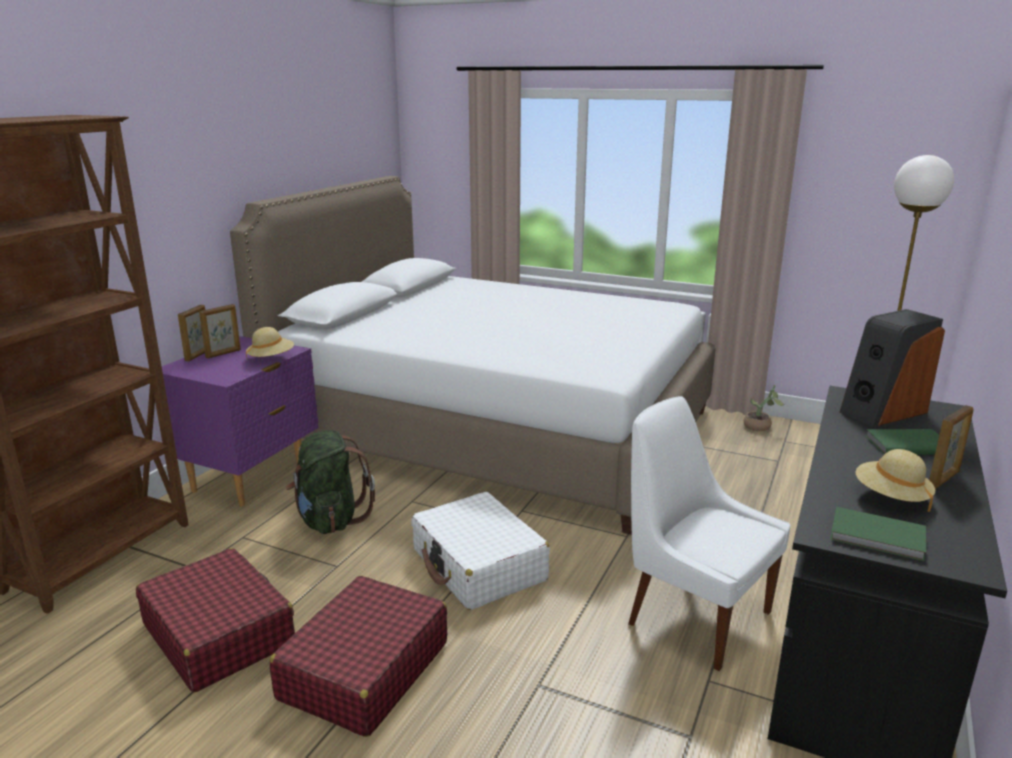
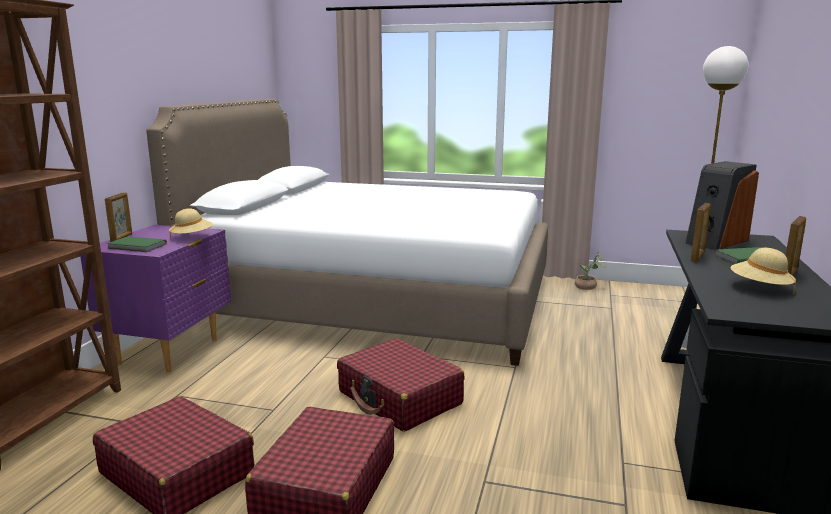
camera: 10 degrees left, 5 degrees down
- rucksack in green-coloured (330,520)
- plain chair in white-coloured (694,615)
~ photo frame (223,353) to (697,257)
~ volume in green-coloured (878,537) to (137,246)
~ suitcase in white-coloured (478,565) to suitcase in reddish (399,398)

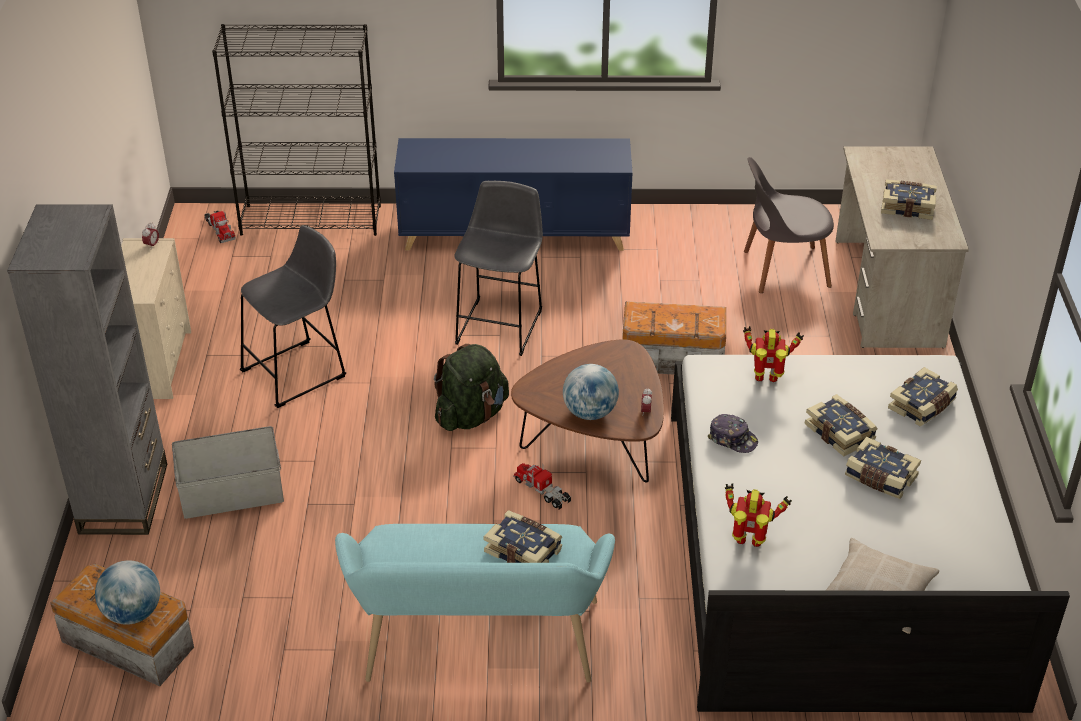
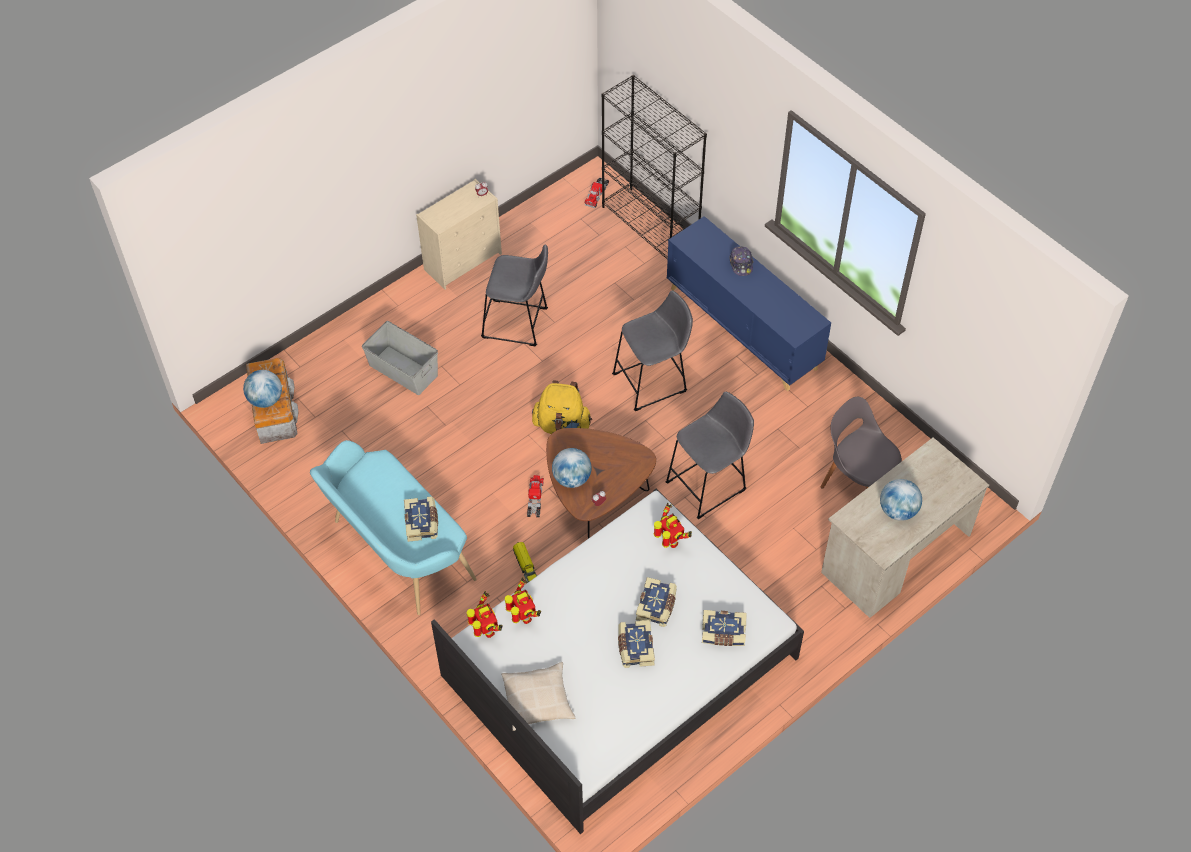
camera: 50 degrees right, 15 degrees up
- shelving unit in gray (124,498)
+ toy robot (486,631)
+ model truck (525,565)
~ baseball cap (732,439) to (741,264)
~ storage box (673,358) to sitting stool in gray (709,484)
~ volume (907,206) to desk globe (898,511)
~ rucksack in green-coloured (471,415) to rucksack in yellow-coloured (562,425)

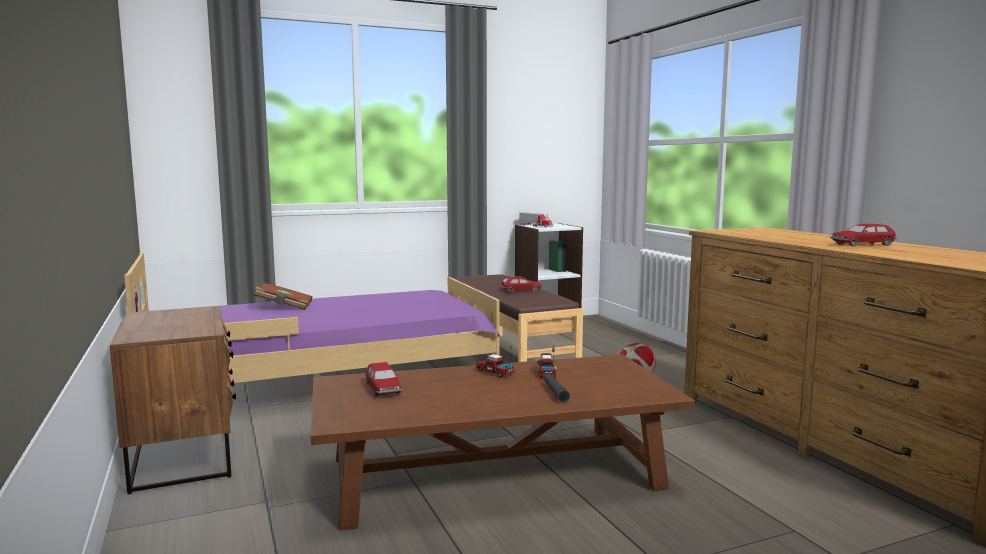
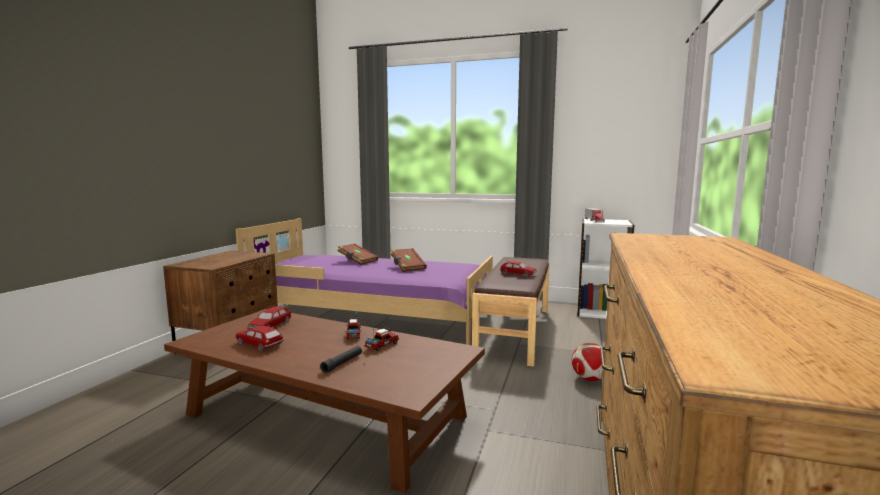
camera: 40 degrees right, 0 degrees up
+ volume in brown (407,267)
~ toy car (862,244) to (259,344)

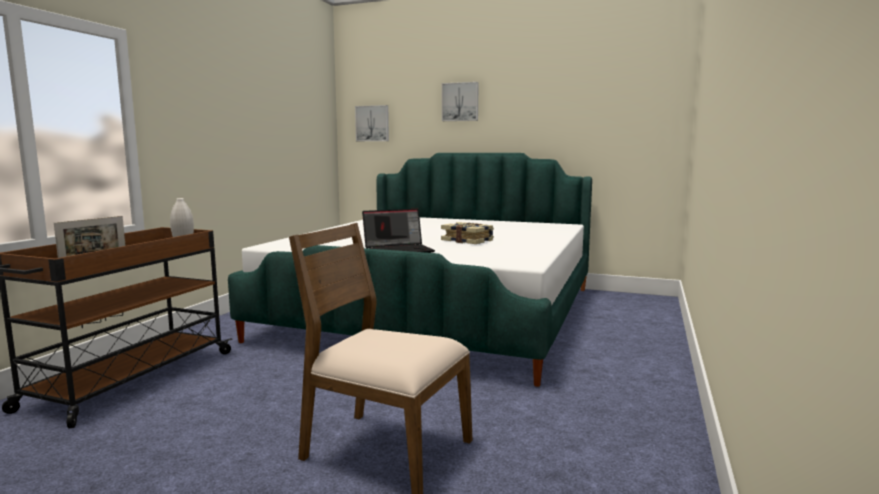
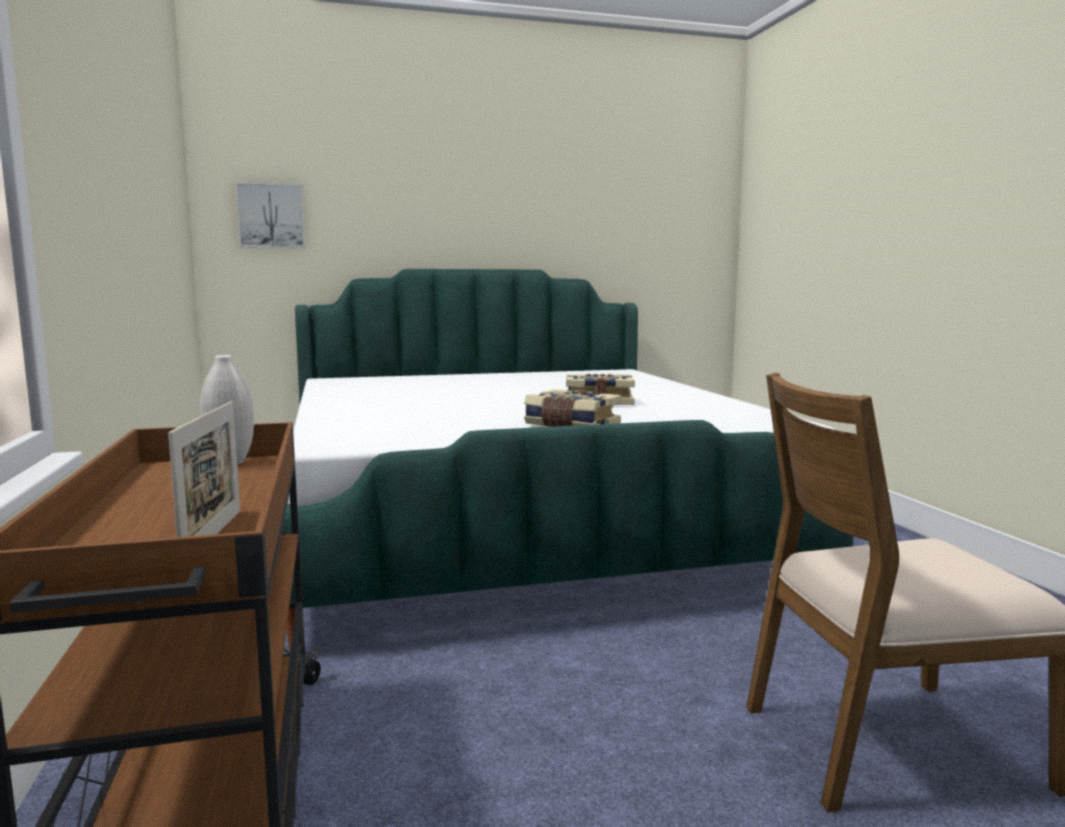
camera: 35 degrees left, 0 degrees up
- picture (460,102)
~ laptop (399,250) to volume (571,425)

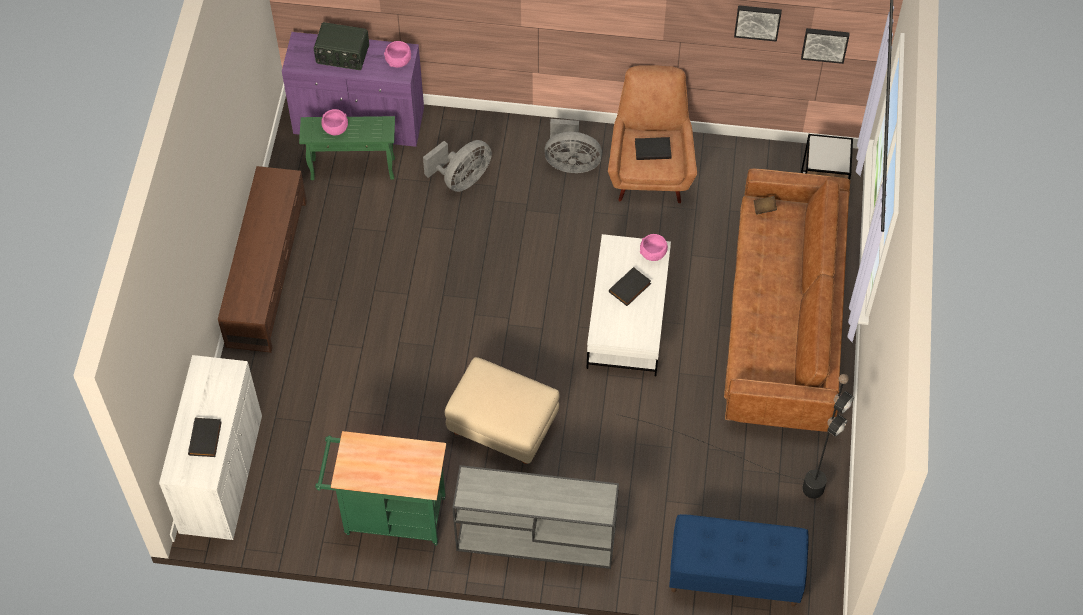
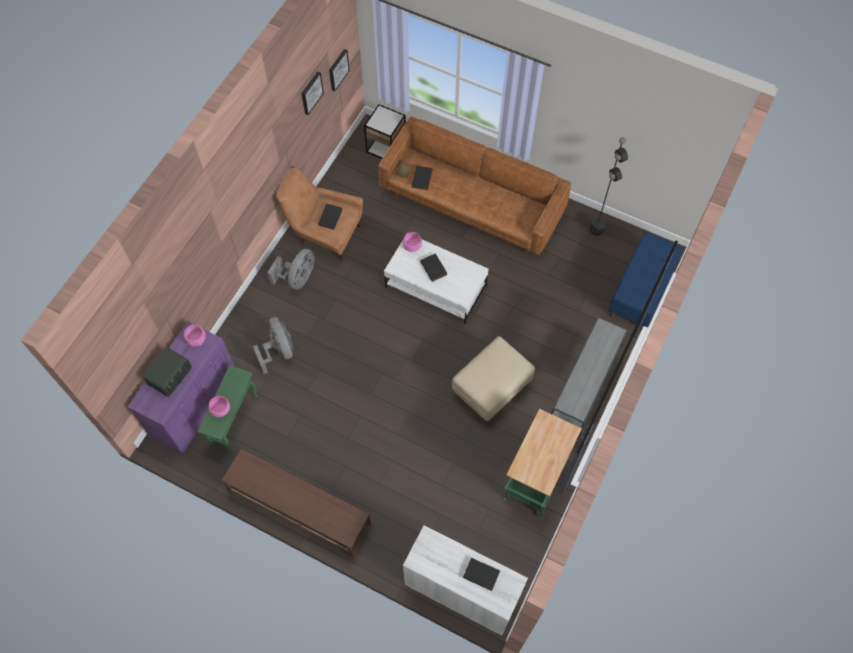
camera: 70 degrees left, 5 degrees up
+ volume in blackish (421,178)

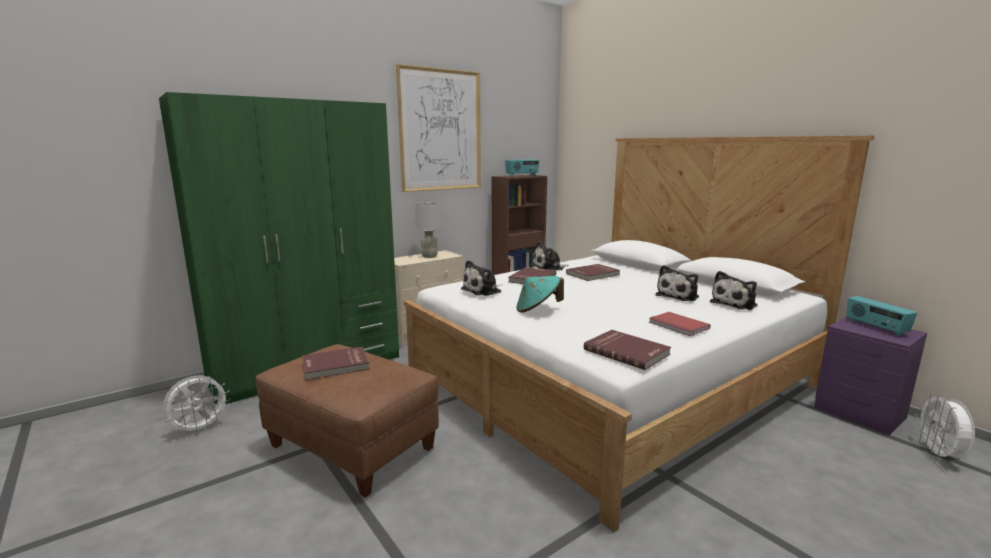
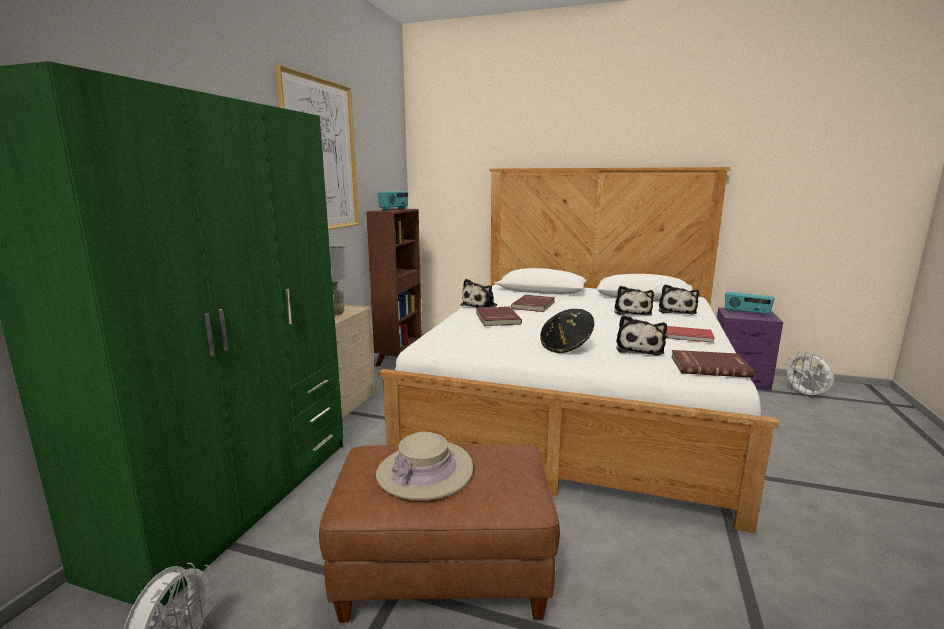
camera: 35 degrees left, 0 degrees up
~ plush toy (483,291) to (639,349)
~ volume in reddish (335,366) to wearable hat in beige-coloured (425,472)
~ wearable hat in blue-green (538,309) to wearable hat in blackish (566,347)

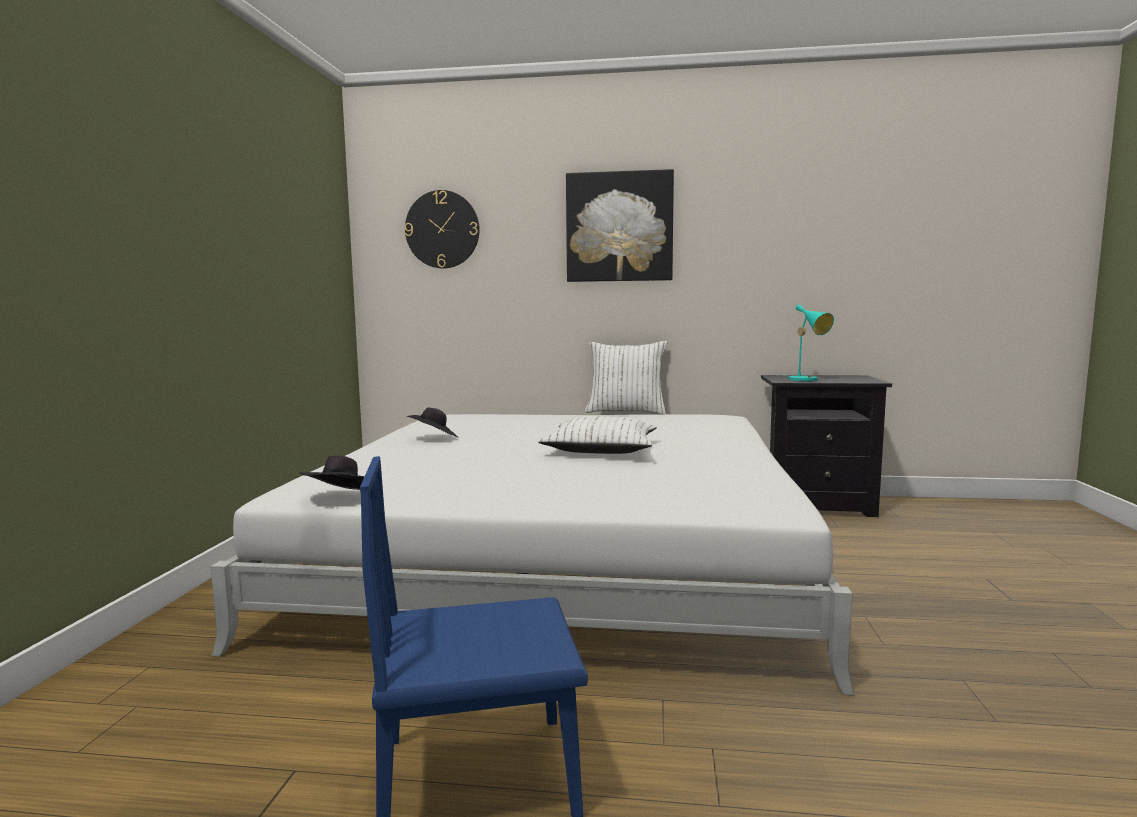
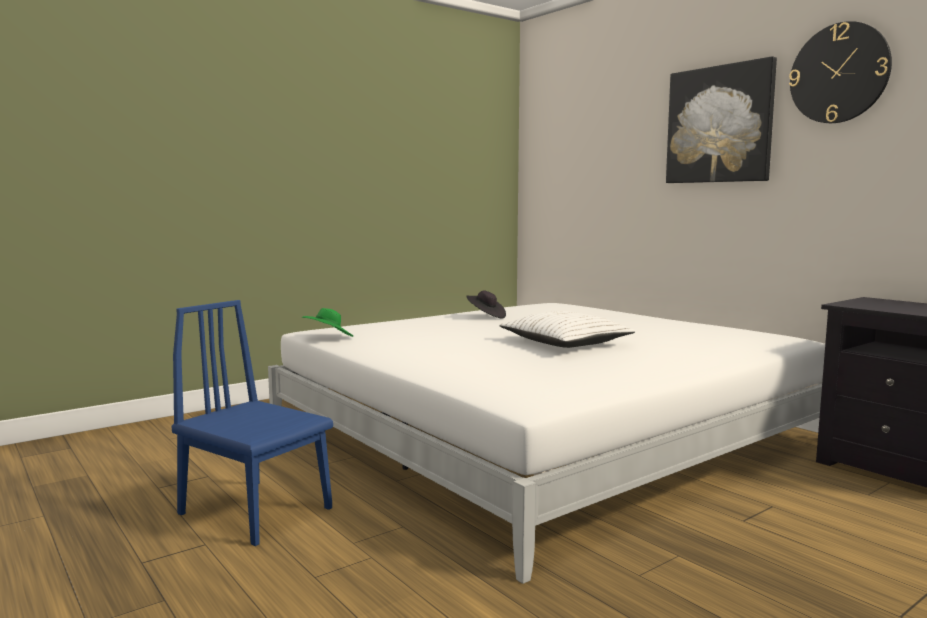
camera: 45 degrees right, 0 degrees up
- cushion in white-coloured (626,412)
- table lamp in blue-green (807,380)
~ wall clock (442,229) to (839,73)
~ wearable hat in blackish (341,498) to wearable hat in green-coloured (328,338)

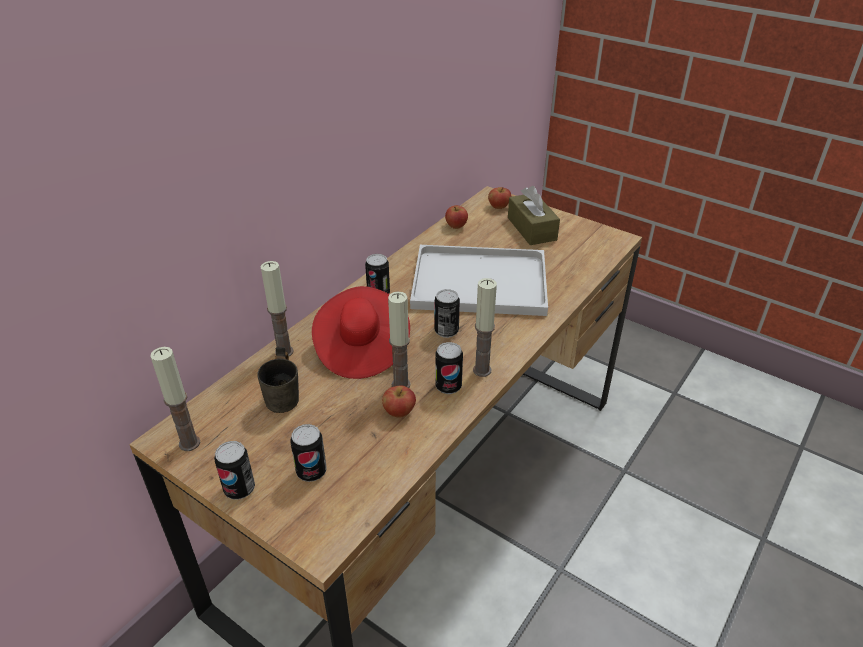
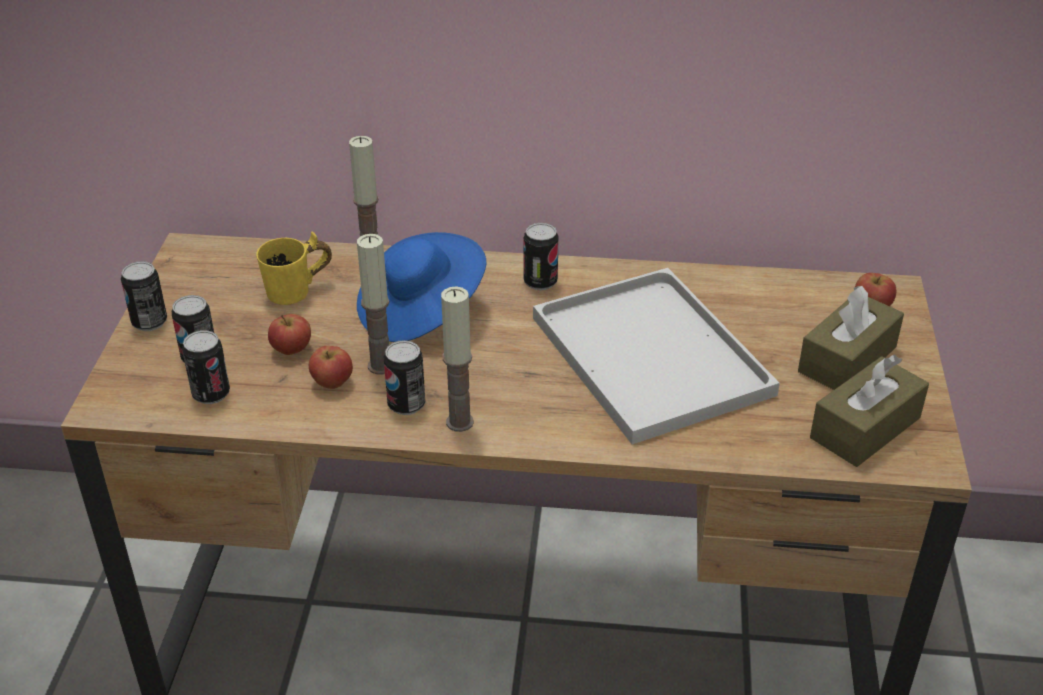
camera: 60 degrees right, 0 degrees up
- candle (189,443)
+ tissue holder in brown (865,428)
~ metal can (446,331) to (211,394)
~ whole apple (456,226) to (292,350)
~ coffee mug in gray (287,397) to coffee mug in yellow-coloured (299,294)
~ wearable hat in reddish (361,349) to wearable hat in blue (420,312)

